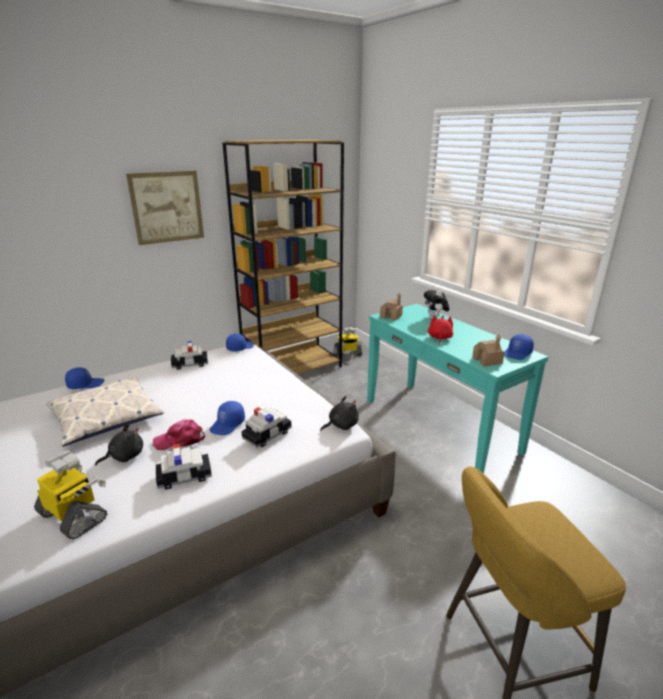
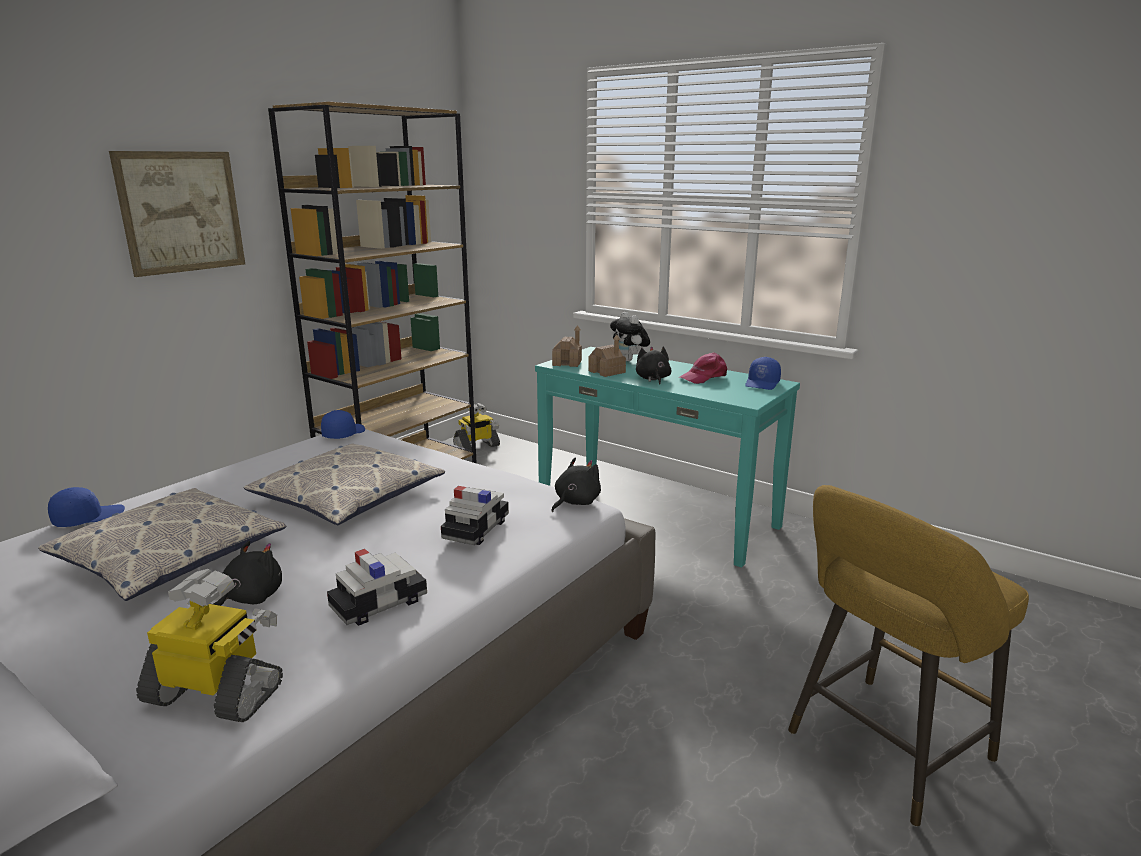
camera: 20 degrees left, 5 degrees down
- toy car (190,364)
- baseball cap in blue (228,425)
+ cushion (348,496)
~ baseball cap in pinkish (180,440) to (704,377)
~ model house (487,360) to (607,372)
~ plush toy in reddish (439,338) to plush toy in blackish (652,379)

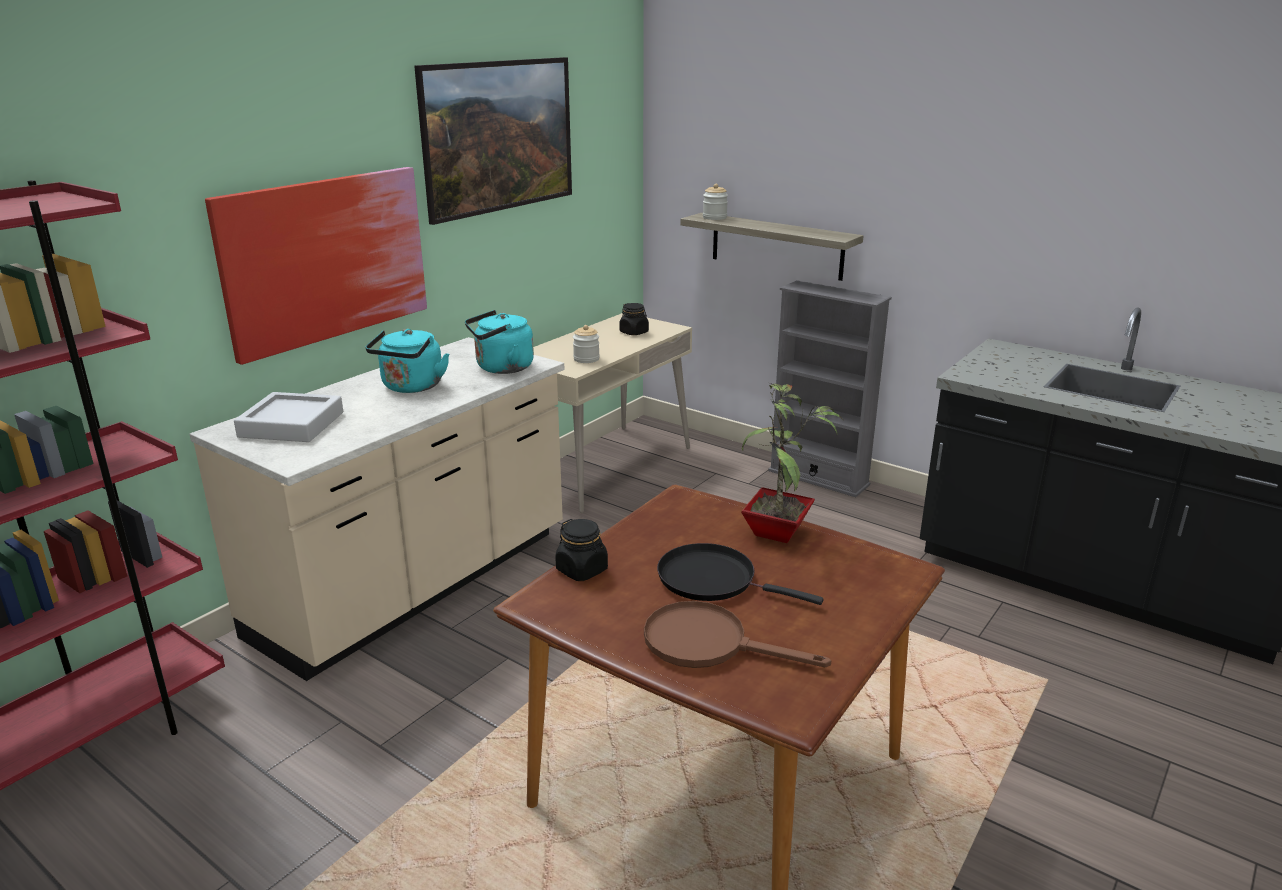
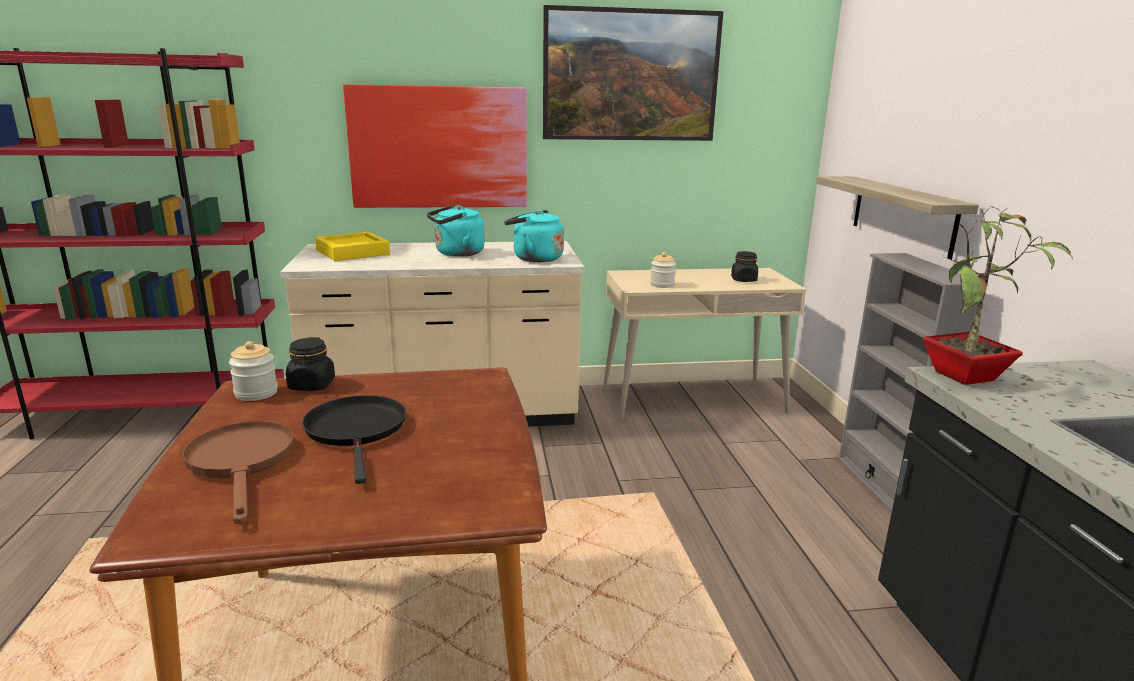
camera: 45 degrees right, 5 degrees down
~ storage jar (714,217) to (256,393)
~ houseplant (779,533) to (967,378)
~ carrying tray in gray (291,424) to carrying tray in yellow-coloured (352,252)

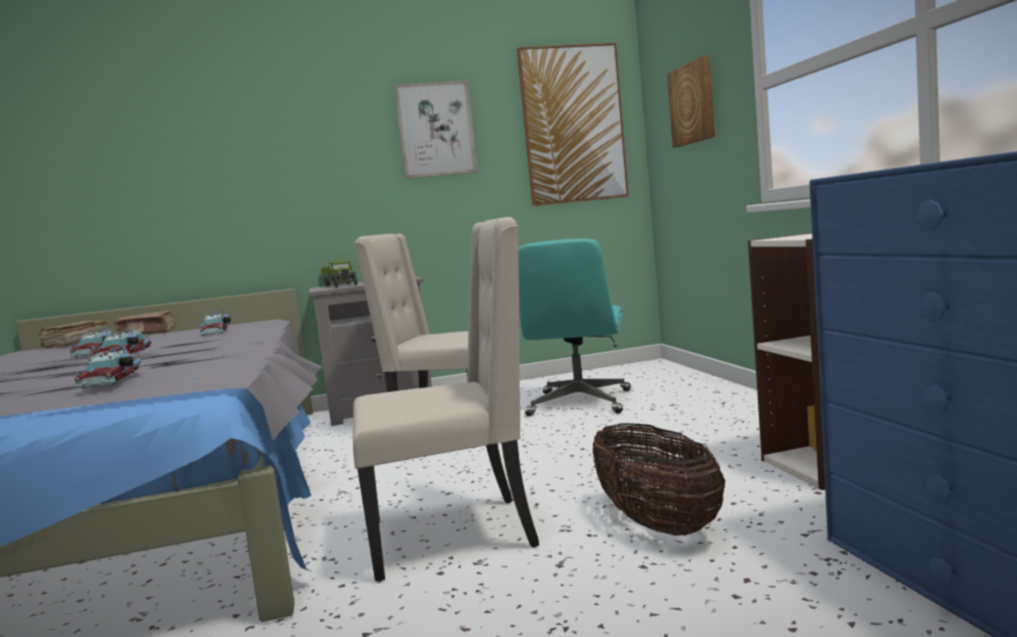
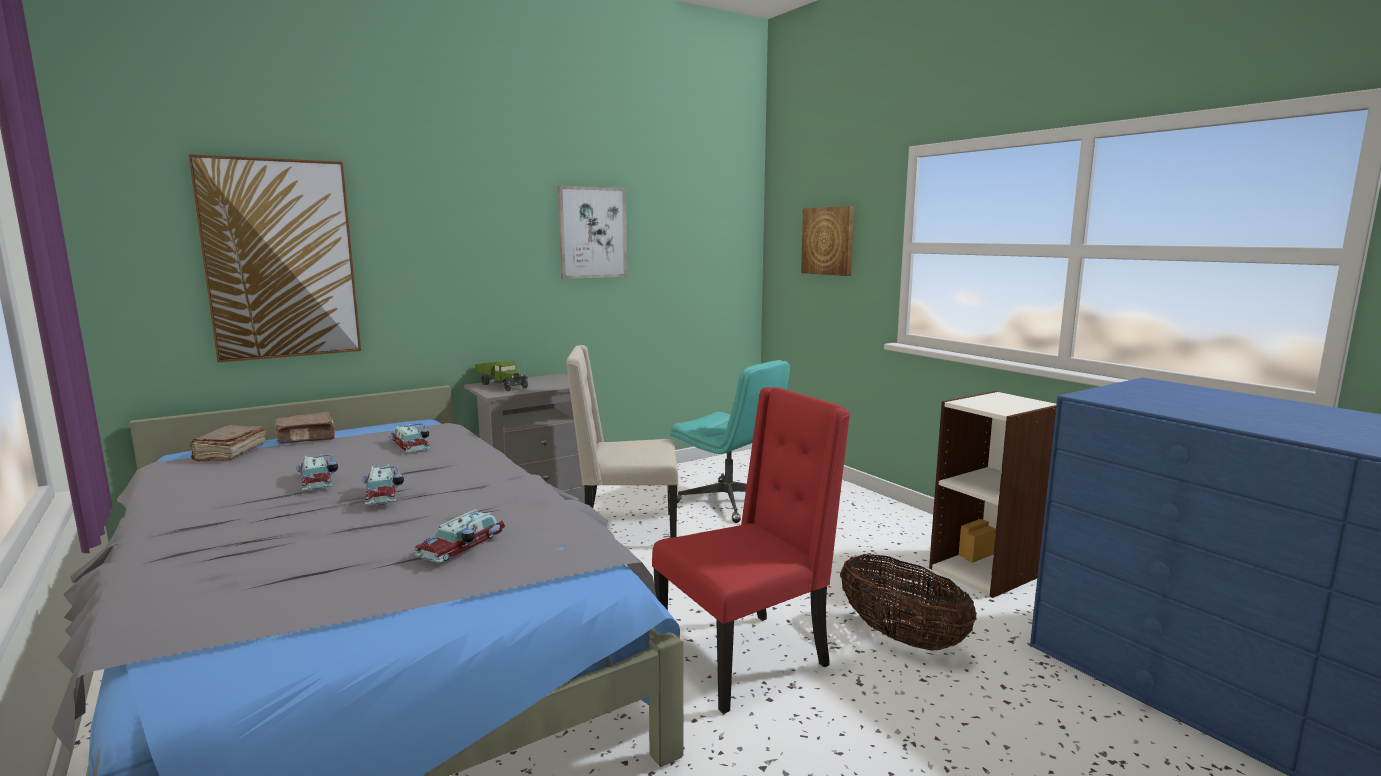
camera: 20 degrees left, 5 degrees up
~ picture (573,125) to (280,259)
~ plain chair in beige-coloured (455,534) to plain chair in reddish (746,657)
~ toy car (113,379) = (464,545) 60 degrees clockwise
~ office chair in blue-green (580,403) = (730,502) 45 degrees counterclockwise

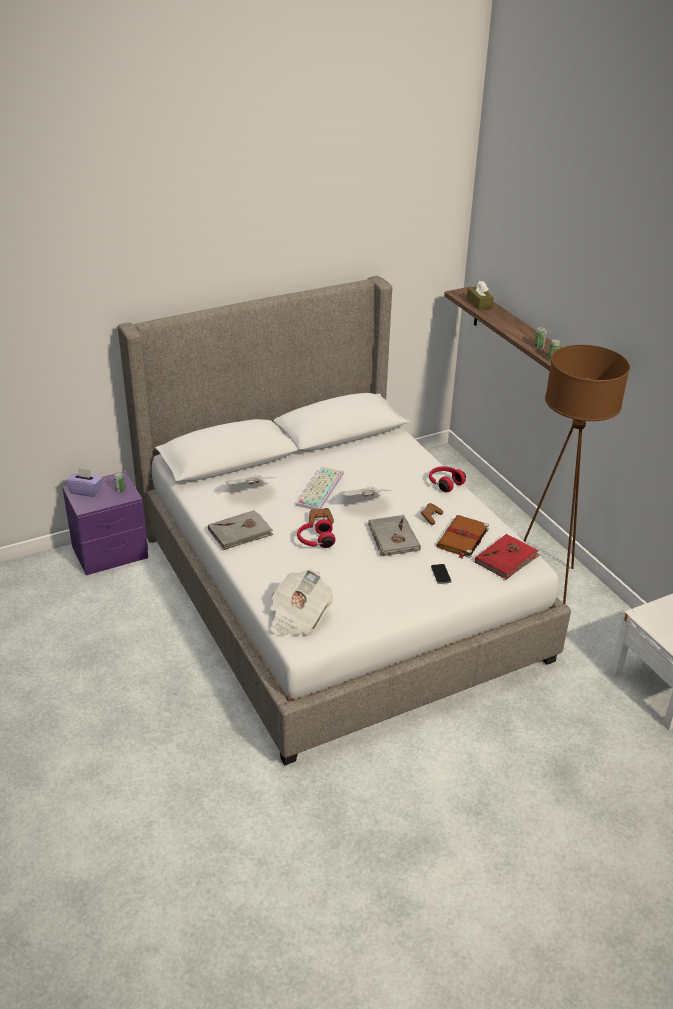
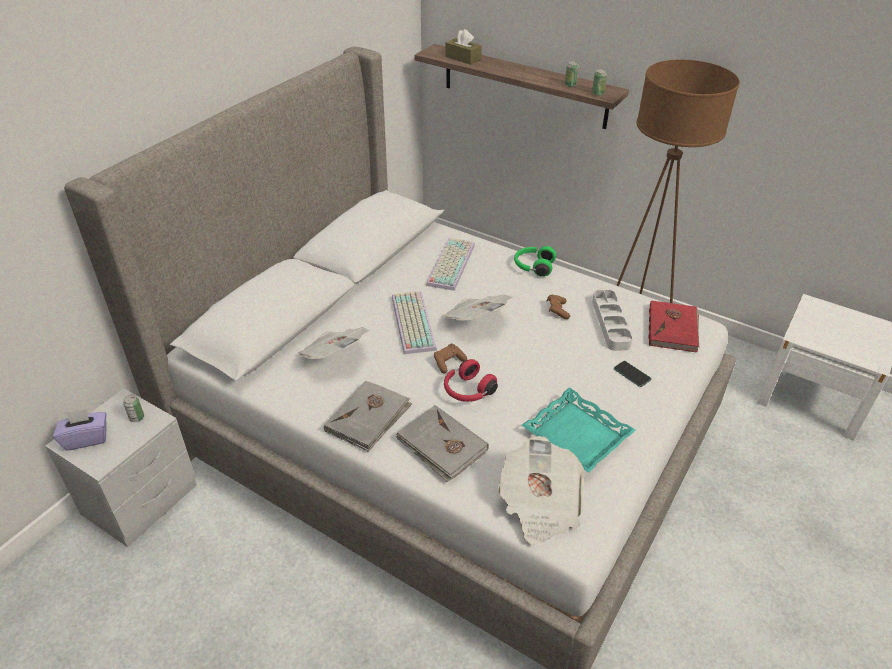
camera: 30 degrees left, 5 degrees up
+ computer keyboard (450,263)
+ carrying tray in blue-green (577,434)
~ volume in gray (393,538) to (441,445)
~ volume in brown (462,539) to carrying tray in gray (610,323)
~ night table in purple-coloured (110,553) to night table in gray (140,500)
~ headset in reddish (444,483) to headset in green-coloured (533,267)

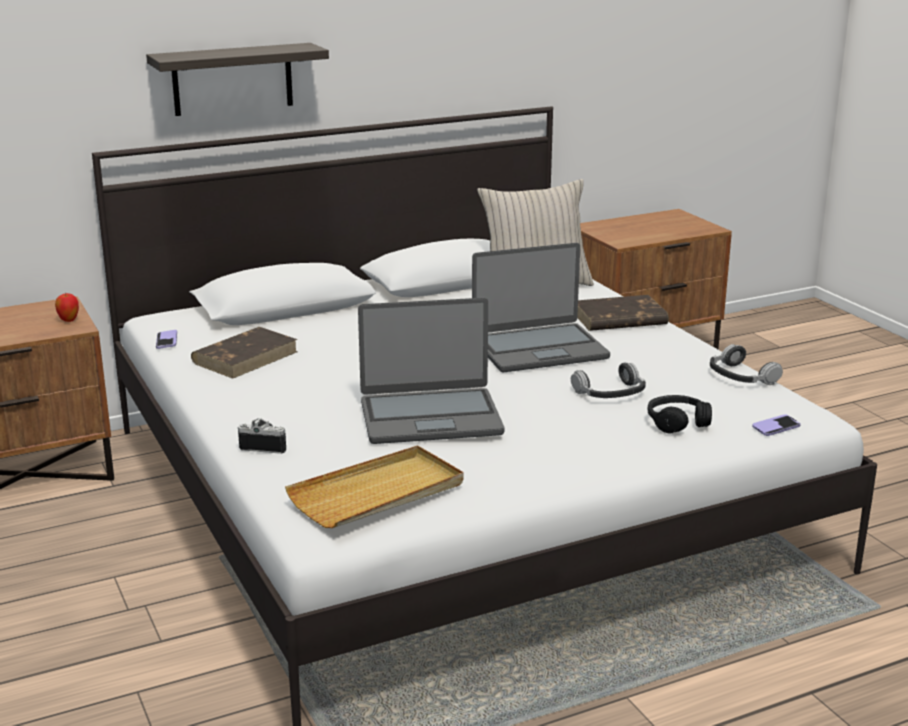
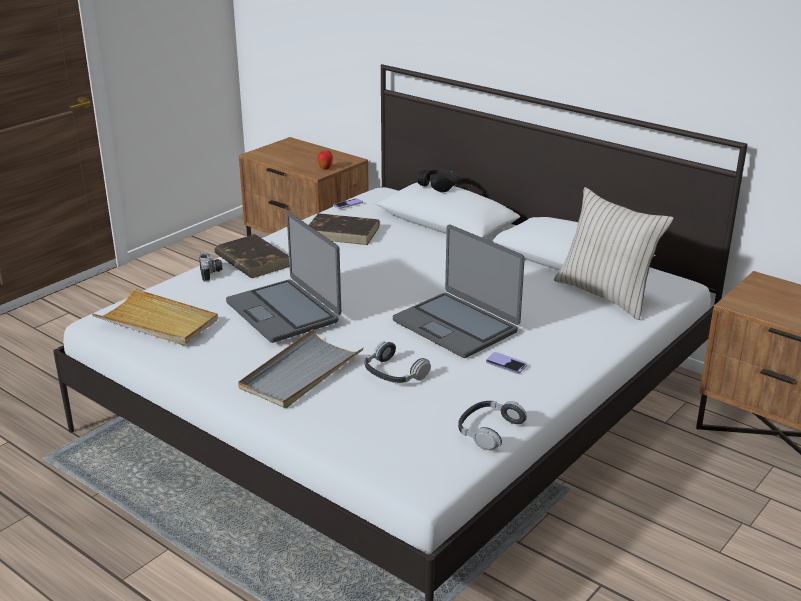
camera: 65 degrees right, 5 degrees up
- wall shelf (232,79)
+ carrying tray in gray (300,373)
~ volume in brown (618,319) to (252,260)
~ headset in blackish (677,422) to (439,186)
~ phone (776,427) to (506,364)

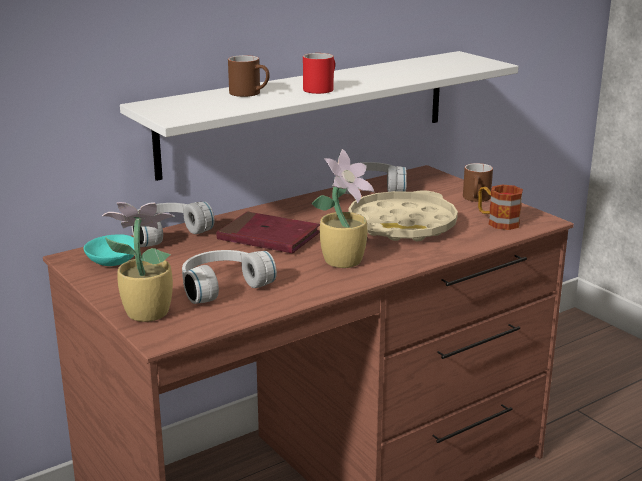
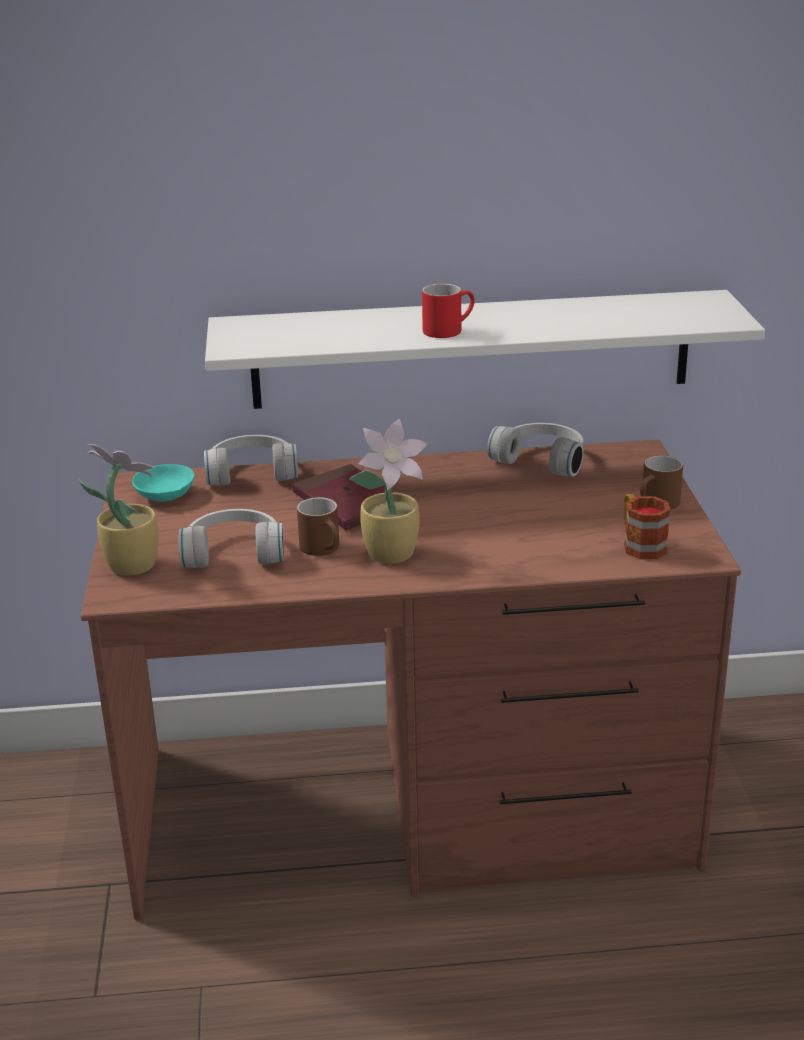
camera: 30 degrees right, 5 degrees up
- carrying tray in beige-coloured (402,225)
~ coffee mug in brown (250,93) to (324,549)

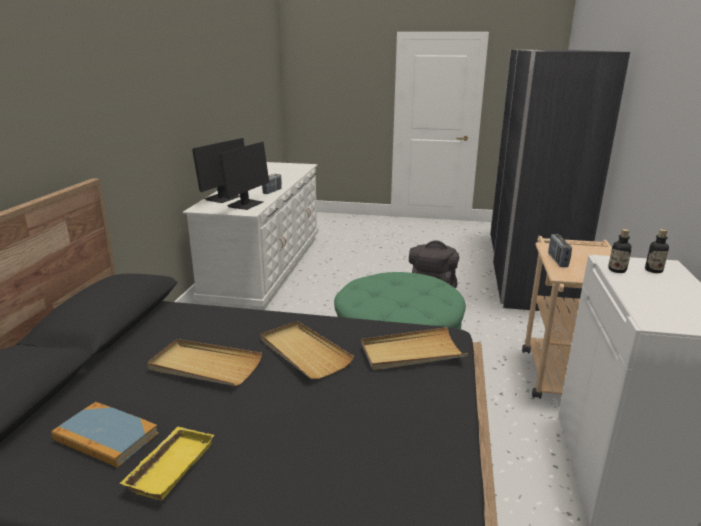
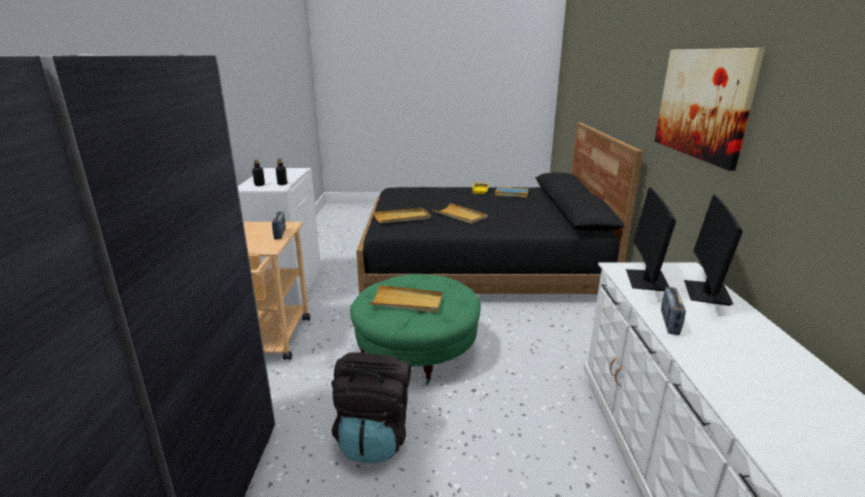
camera: 170 degrees right, 0 degrees up
+ picture (702,103)
~ carrying tray in beige-coloured (204,366) to (407,302)

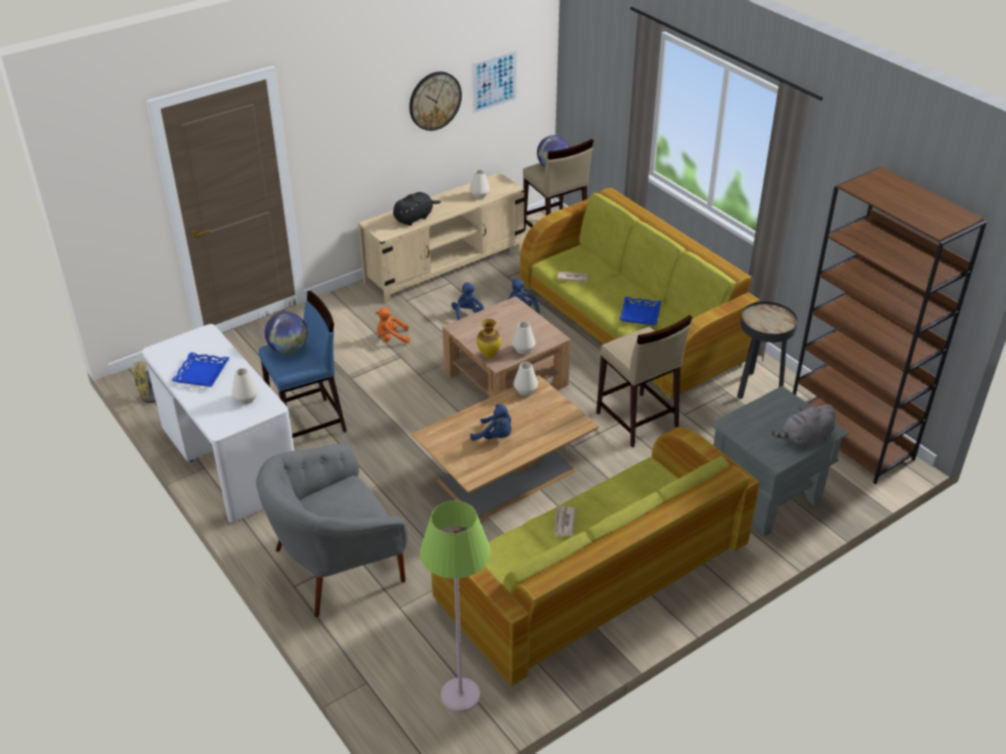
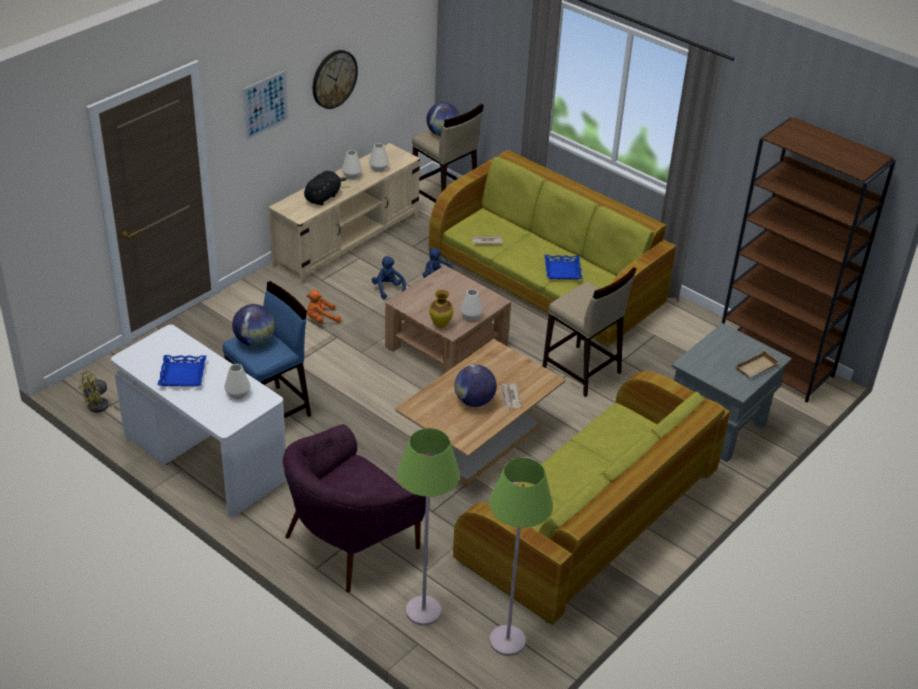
camera: 15 degrees left, 0 degrees up
- accent table in blackish (757,388)
+ standing lamp in green-coloured (423,611)
~ picture (494,81) to (265,105)
~ flower vase in white-coloured (525,390) to (351,175)
~ newspaper (564,523) to (510,397)
~ plush toy in blue (495,437) to desk globe (474,401)
~ plush toy in gray (805,439) to carrying tray in beige-coloured (757,368)
~ armchair in gray (337,564) to armchair in purple-coloured (350,542)

